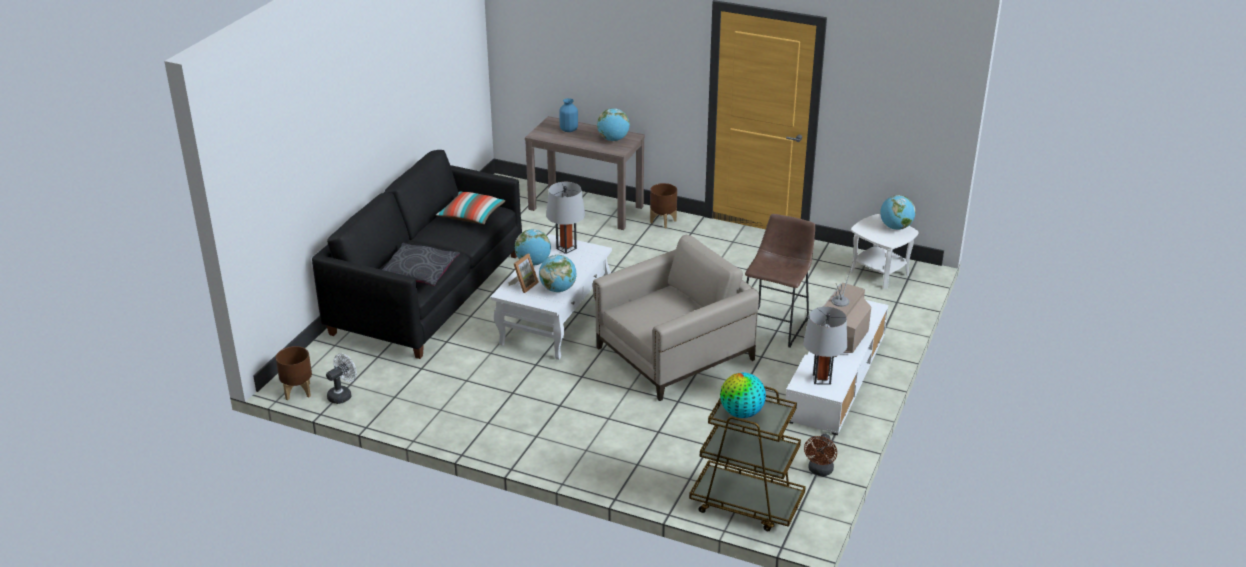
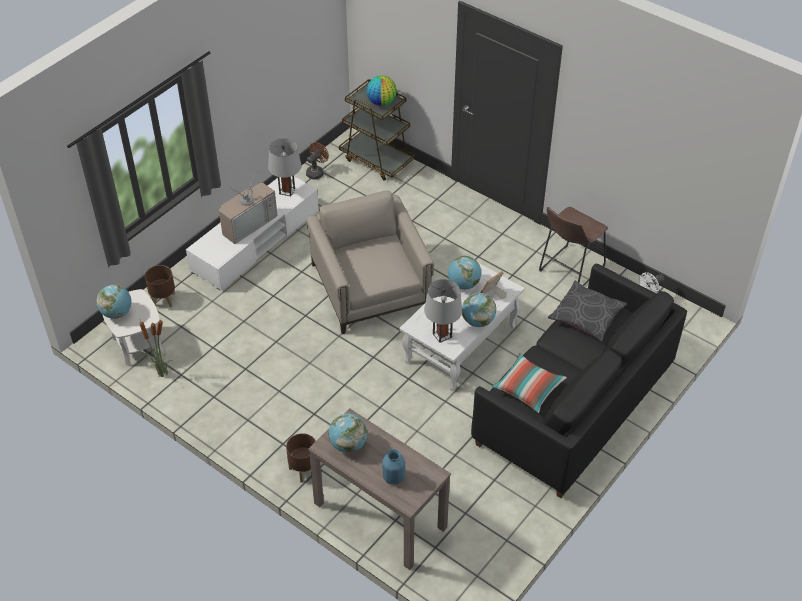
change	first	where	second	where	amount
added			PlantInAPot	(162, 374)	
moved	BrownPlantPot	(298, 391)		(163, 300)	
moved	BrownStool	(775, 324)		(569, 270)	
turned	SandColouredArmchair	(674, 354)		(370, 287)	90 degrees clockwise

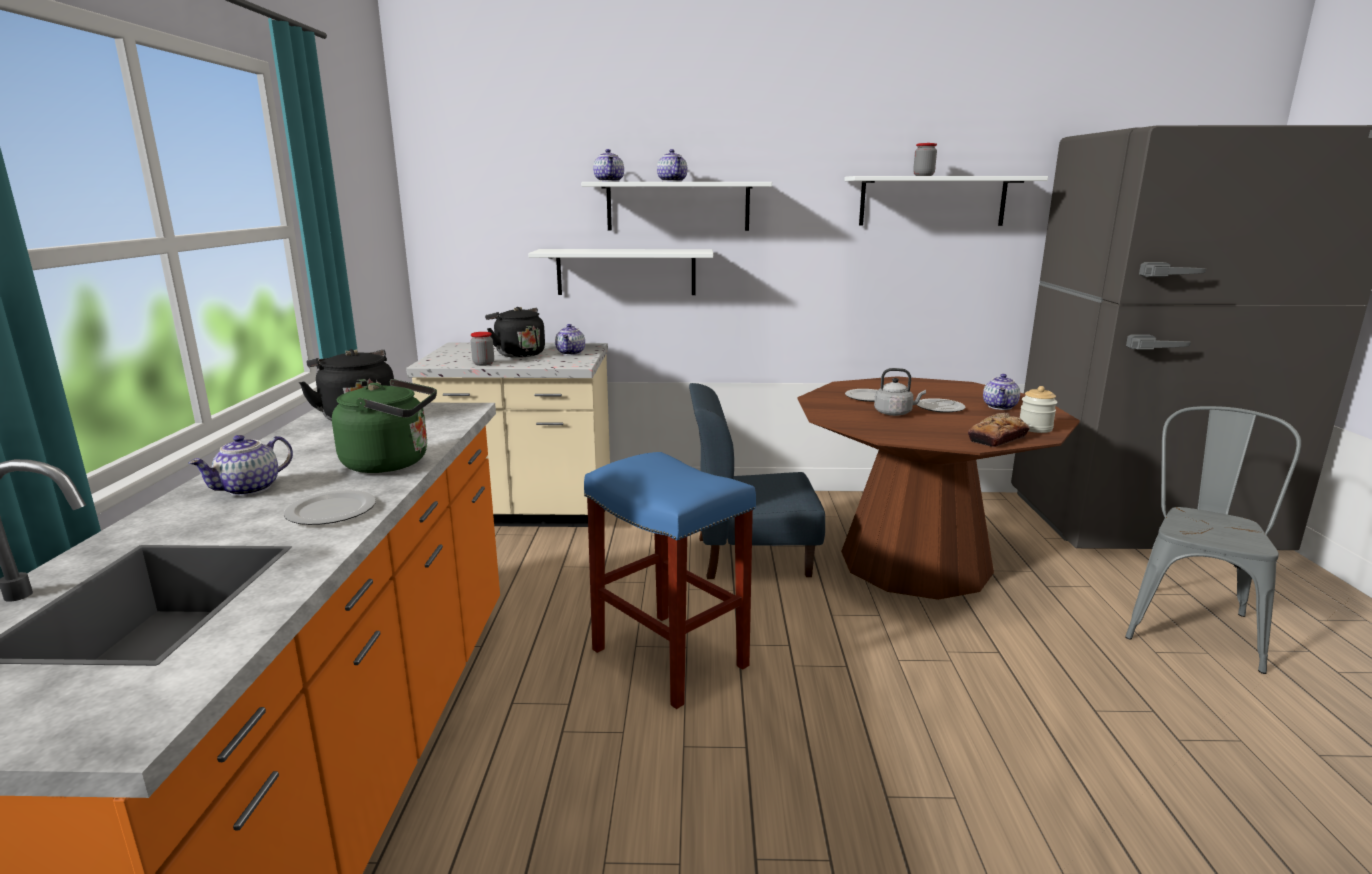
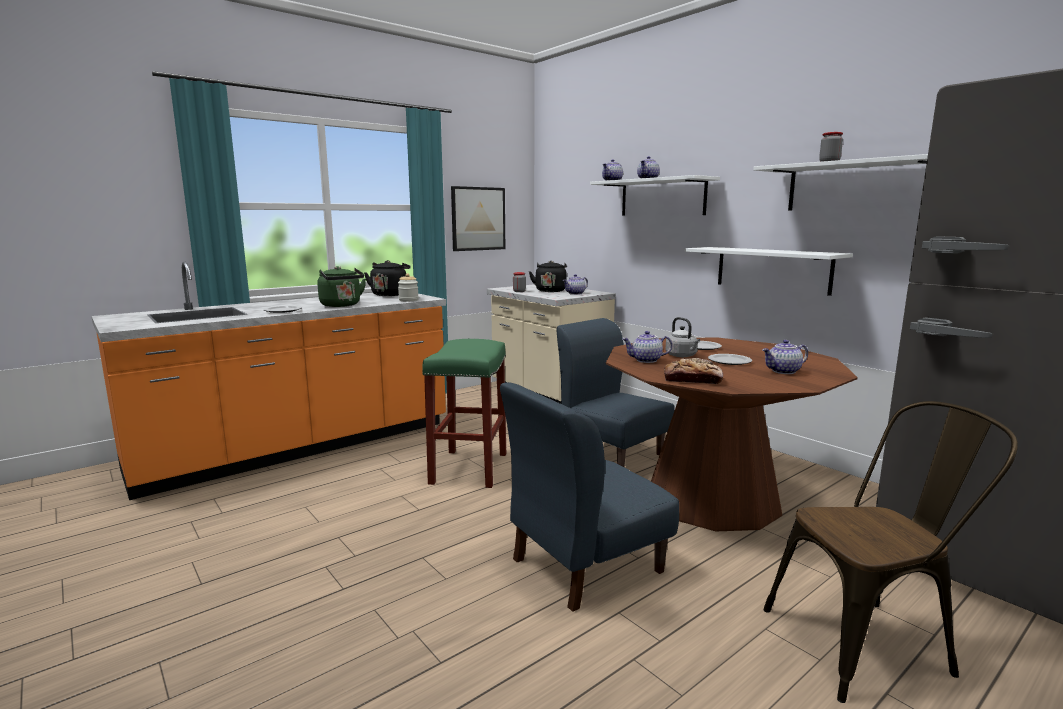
change	first	where	second	where	amount
added			WallPicture	(478, 219)	
added			BluishPlainChair	(585, 565)	
moved	TeaPot	(249, 489)		(646, 360)	
moved	WhiteColouredShelf	(626, 272)		(772, 269)	
moved	StorageJar	(1035, 428)		(408, 300)	
recoloured	BluishStool	(671, 658)	GreenColouredStool	(469, 469)	
recoloured	GreyPlainChair	(1191, 622)	BrownPlainChair	(869, 642)	

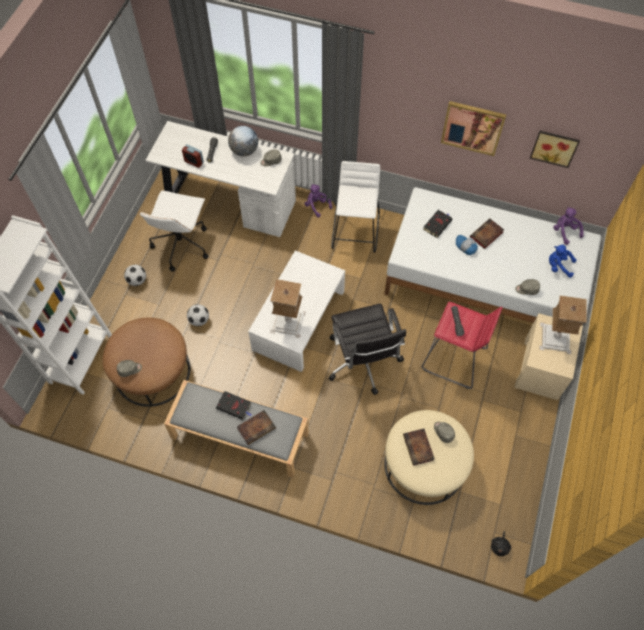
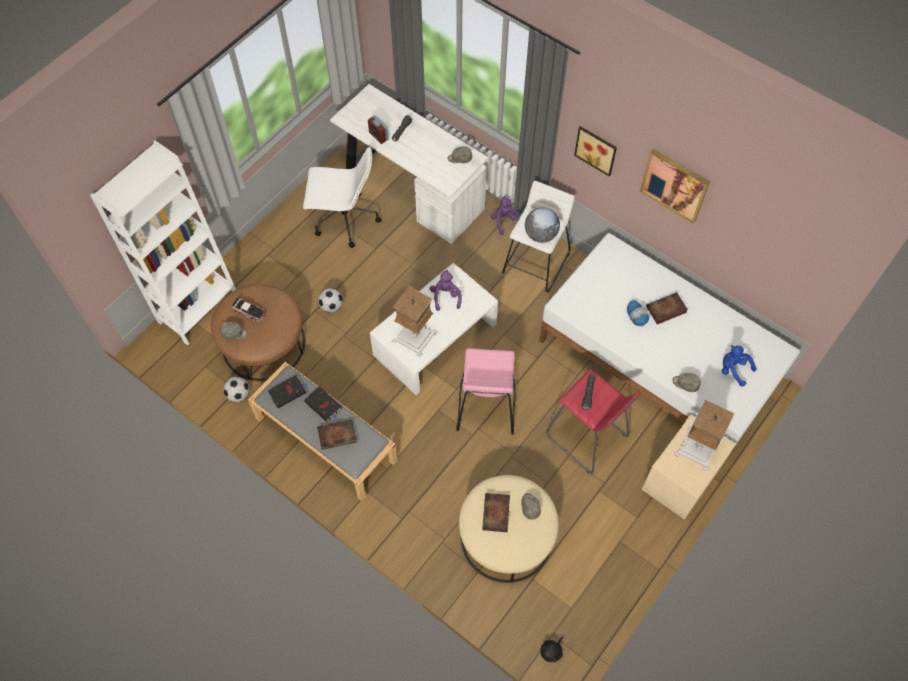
change	first	where	second	where	amount
added			MiniatureCar	(249, 311)	
moved	BallForFootball	(137, 280)		(238, 394)	
moved	Globe	(244, 151)		(540, 234)	
moved	BlackishBook	(437, 224)		(288, 392)	
moved	WallPicture	(554, 147)		(596, 149)	
moved	PurplishPlushToy	(565, 231)		(445, 296)	
replaced	BlackishOfficeChair	(363, 362)	PinkColouredStool	(485, 406)	
turned	WhiteColouredOfficeChair	(181, 244)		(344, 220)	120 degrees counterclockwise

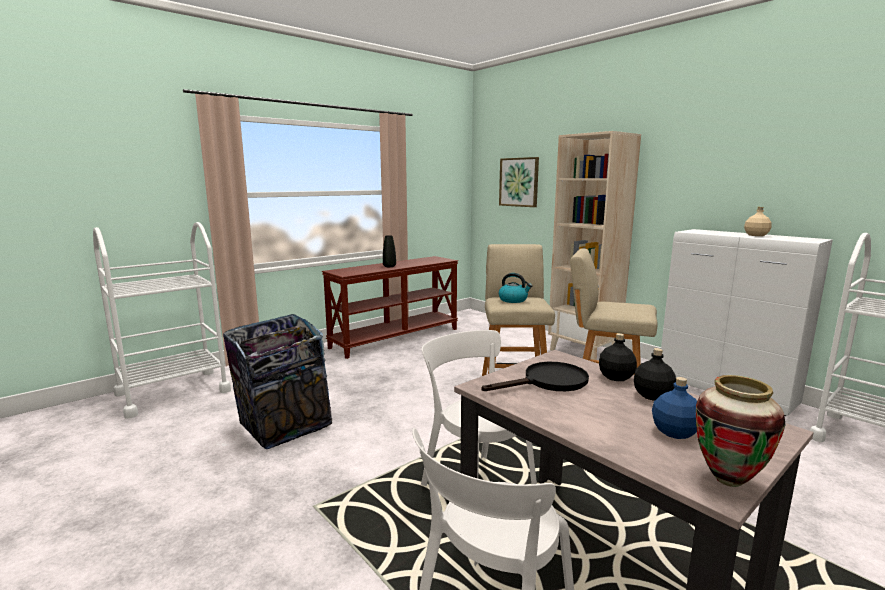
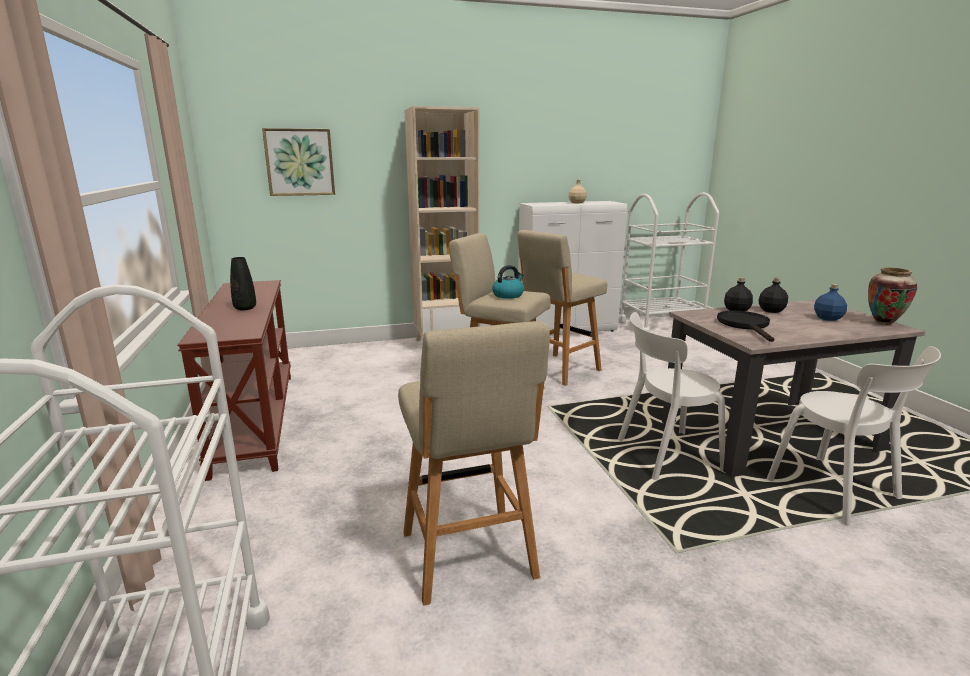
change	first	where	second	where	amount
replaced	TrashCan	(283, 427)	SandColouredStool	(469, 558)	

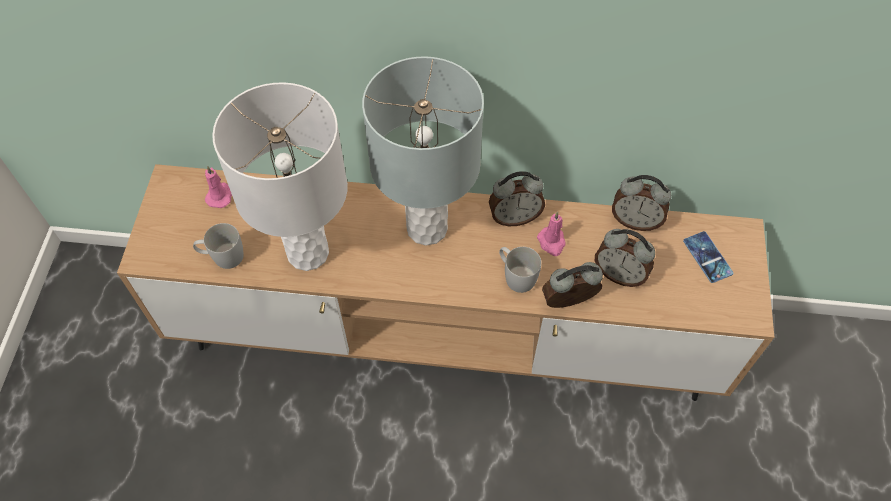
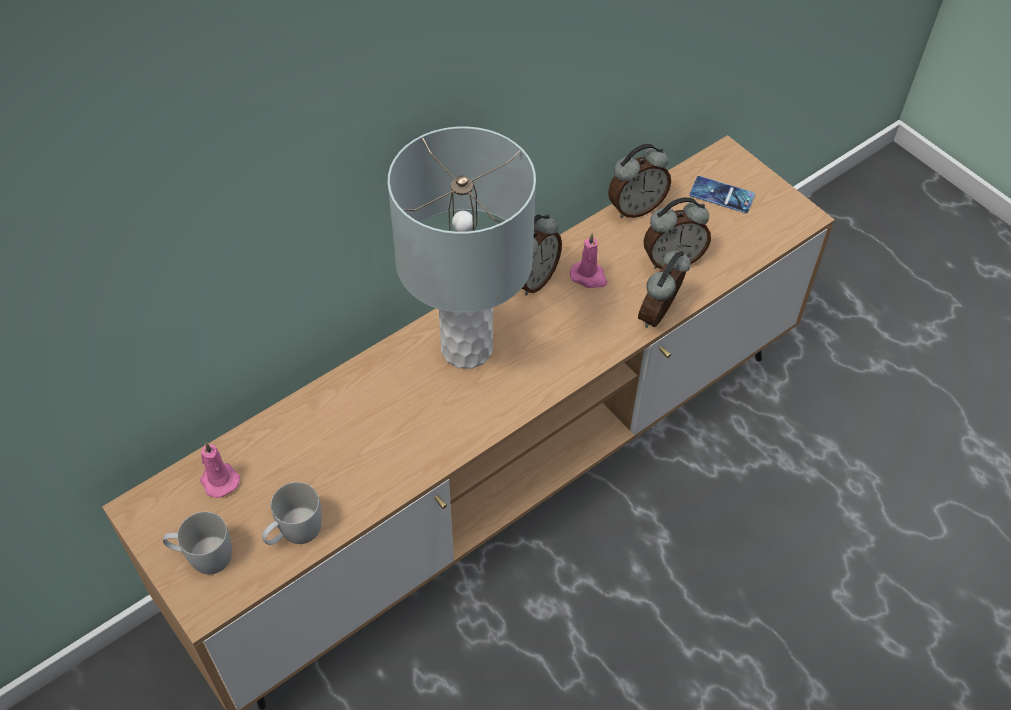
change	first	where	second	where	amount
removed	WhiteColouredTableLamp	(308, 253)			
moved	WhiteColouredTeaMug	(515, 275)		(202, 556)	

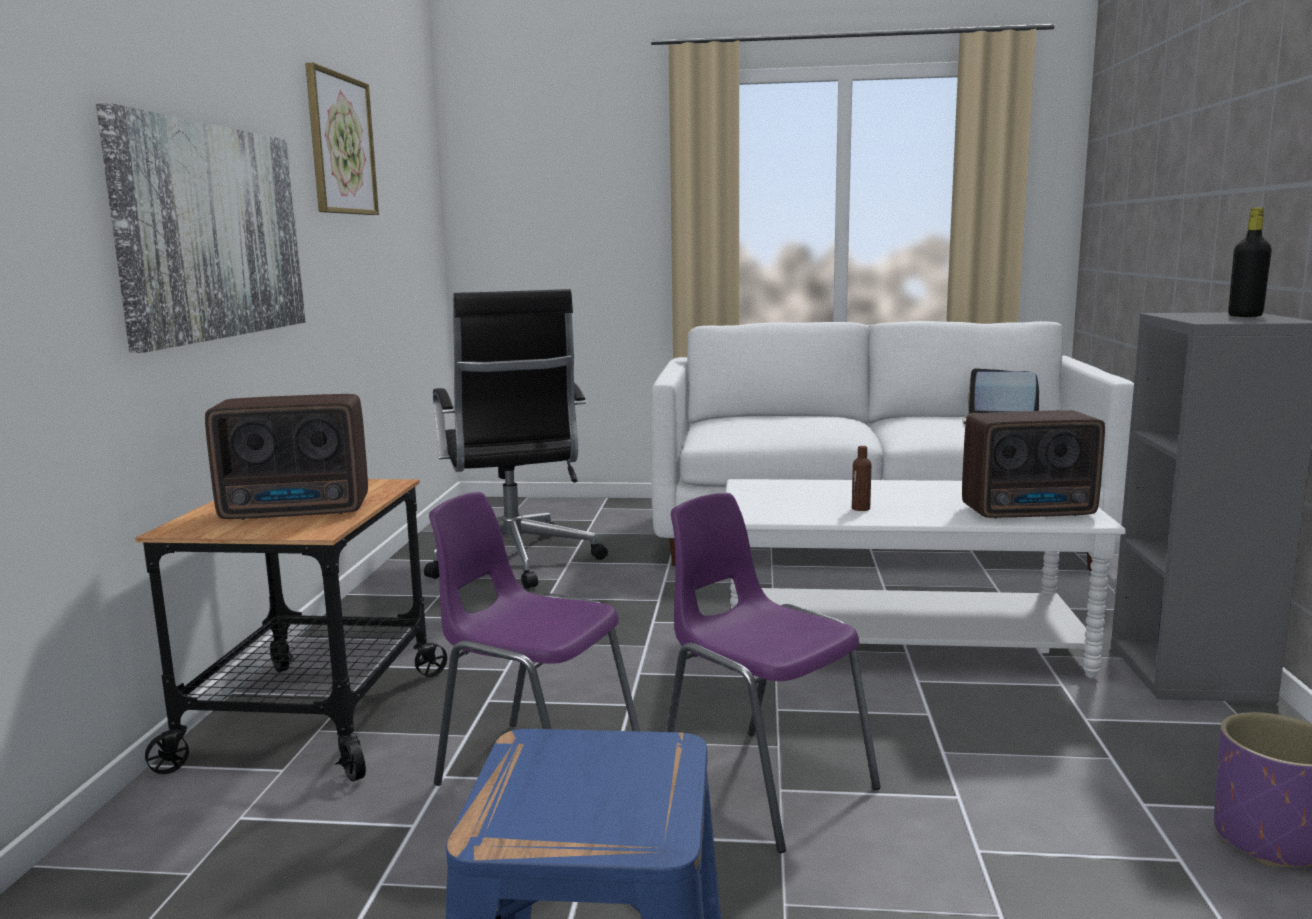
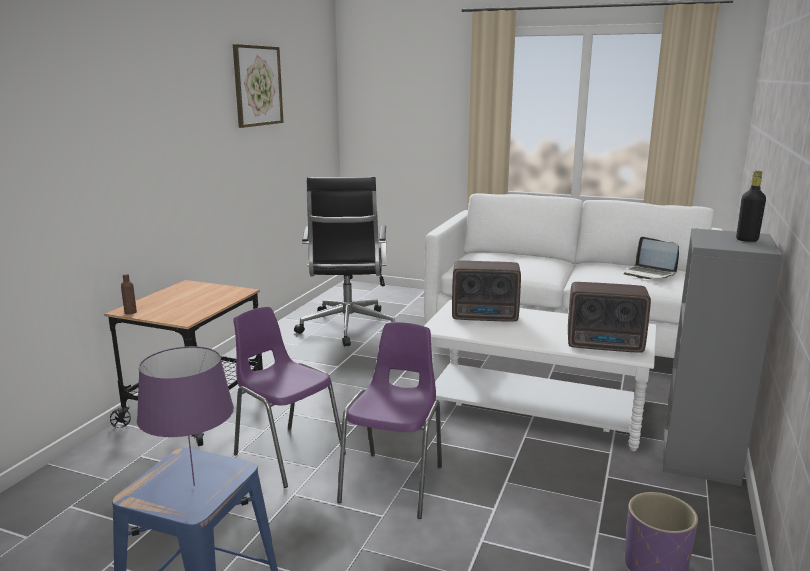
change	first	where	second	where	amount
removed	WallPicture	(213, 232)			
added			PurplishTableLamp	(195, 485)	
moved	Radio	(299, 511)		(486, 317)	
moved	BrownBeverageBottle	(860, 508)		(130, 312)	
turned	PurplishPlainChair	(762, 783)		(394, 482)	45 degrees clockwise

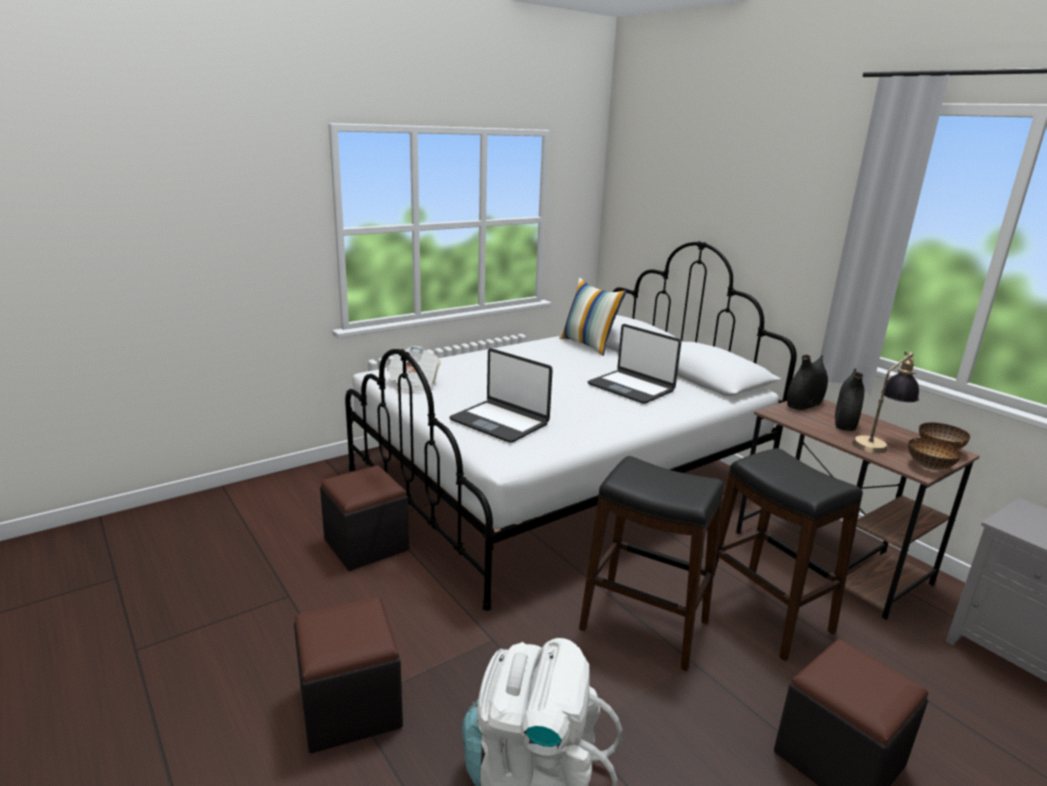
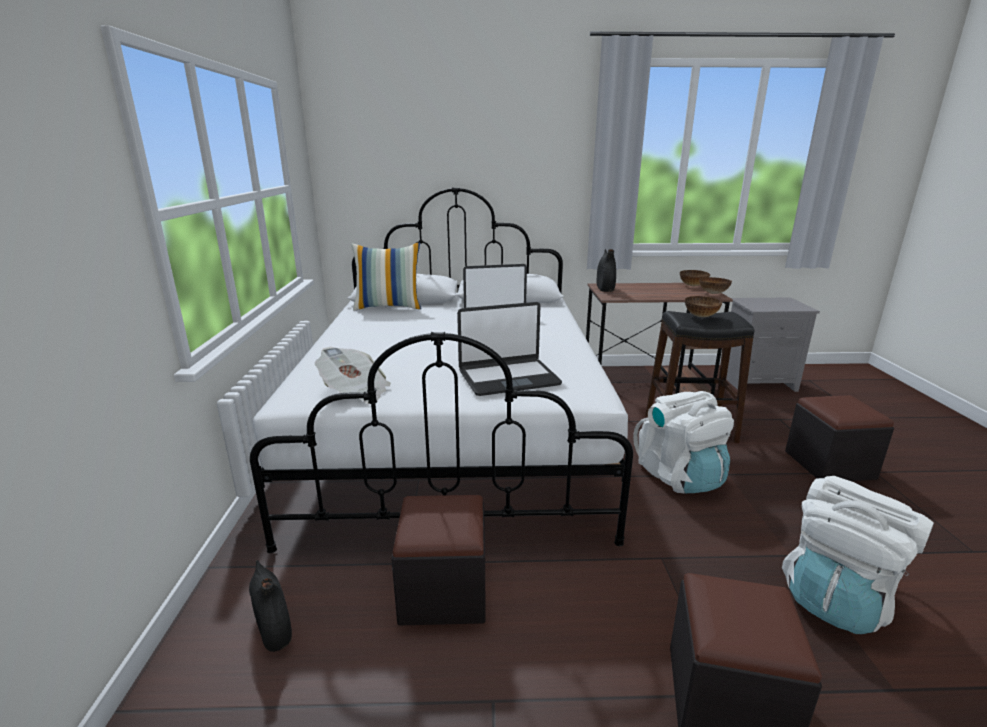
change	first	where	second	where	amount
removed	TableLamp	(879, 443)			
added			Bowl	(700, 316)	
moved	BlackishFlowerVase	(845, 423)		(274, 628)	
replaced	BlackishStool	(645, 625)	WhiteColouredKnapsack	(679, 476)	

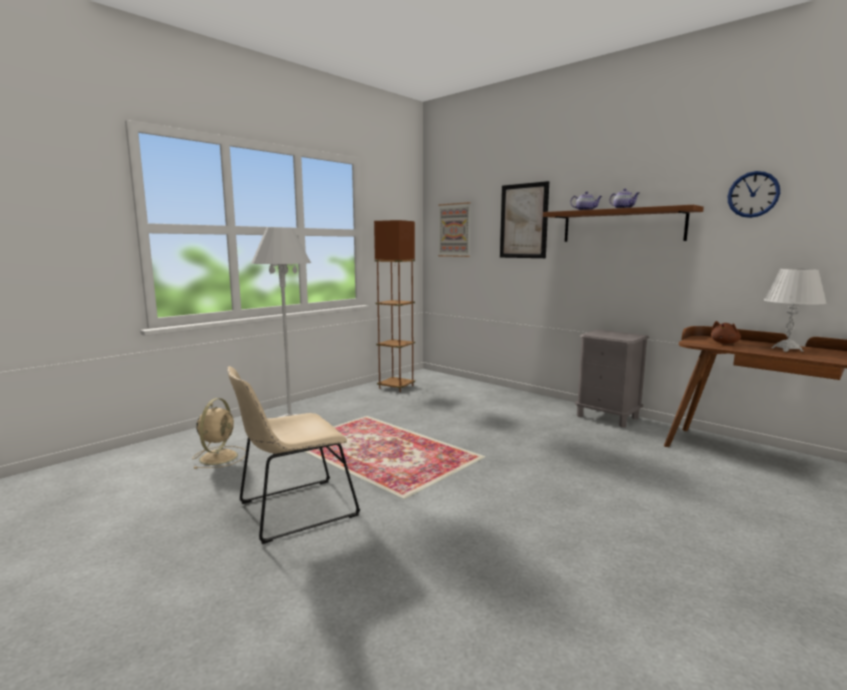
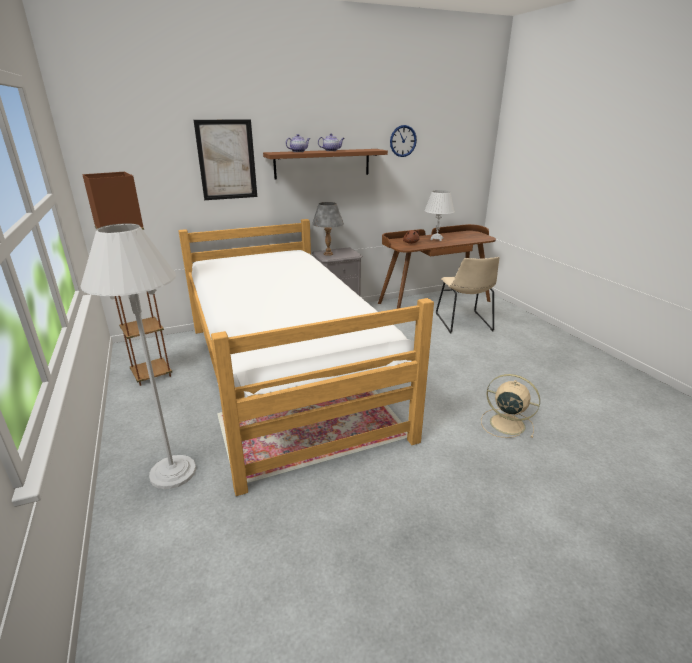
change	first	where	second	where	amount
removed	WallPicture	(454, 230)			
added			Bed	(285, 375)	
added			GreyTableLamp	(328, 254)	
moved	SandColouredCoolingFan	(219, 456)		(505, 423)	
moved	SandColouredPlainChair	(292, 510)		(464, 323)	

